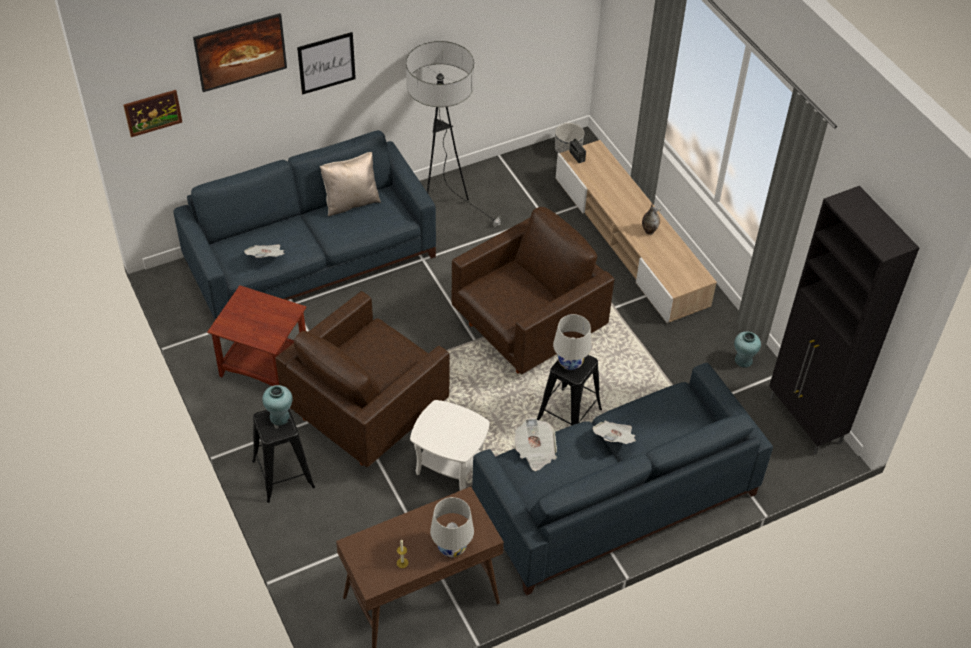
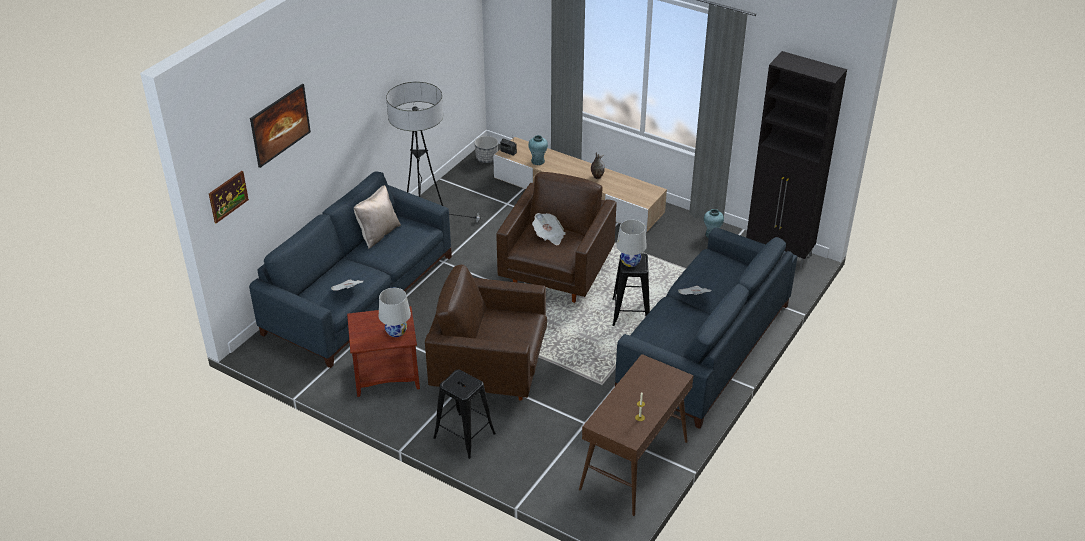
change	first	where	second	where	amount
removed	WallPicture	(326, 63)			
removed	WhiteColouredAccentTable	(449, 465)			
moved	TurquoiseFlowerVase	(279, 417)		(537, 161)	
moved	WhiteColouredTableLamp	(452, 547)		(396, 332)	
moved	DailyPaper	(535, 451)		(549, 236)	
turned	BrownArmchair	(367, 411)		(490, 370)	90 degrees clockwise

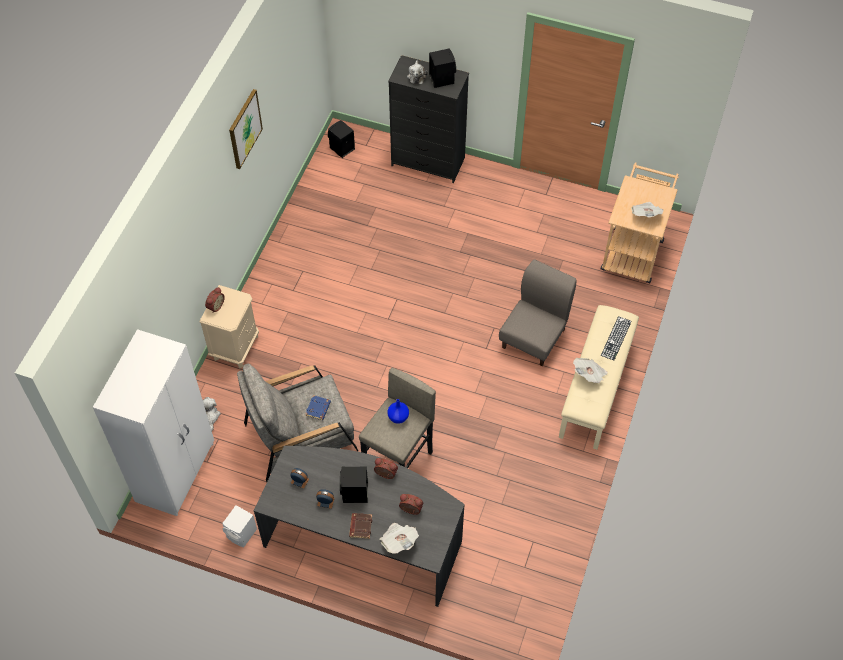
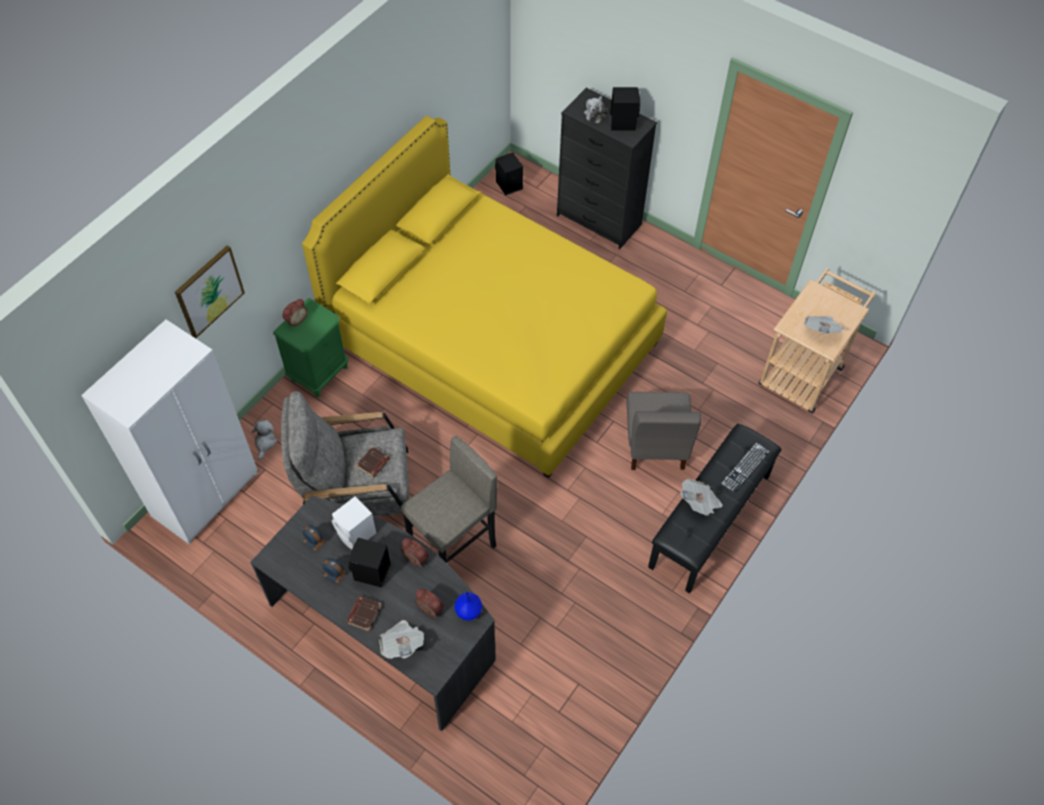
change	first	where	second	where	amount
added			YellowBed	(492, 343)	
moved	WhiteColouredAudioSpeaker	(242, 534)		(357, 534)	
moved	WallPicture	(244, 128)		(209, 291)	
moved	BluishFlowerVase	(398, 417)		(468, 611)	
recoloured	SandColouredNightTable	(235, 347)	GreenColouredNightTable	(319, 373)	
recoloured	BluishBook	(318, 409)	BrownBook	(373, 464)	
recoloured	SandColouredBench	(596, 389)	BlackishBench	(710, 521)	
turned	GreyPlainChair	(534, 338)		(656, 444)	135 degrees clockwise

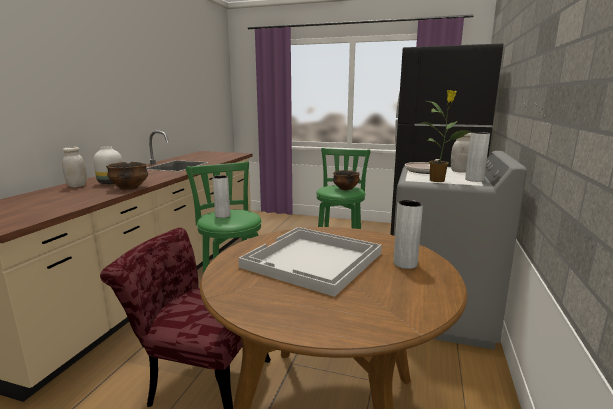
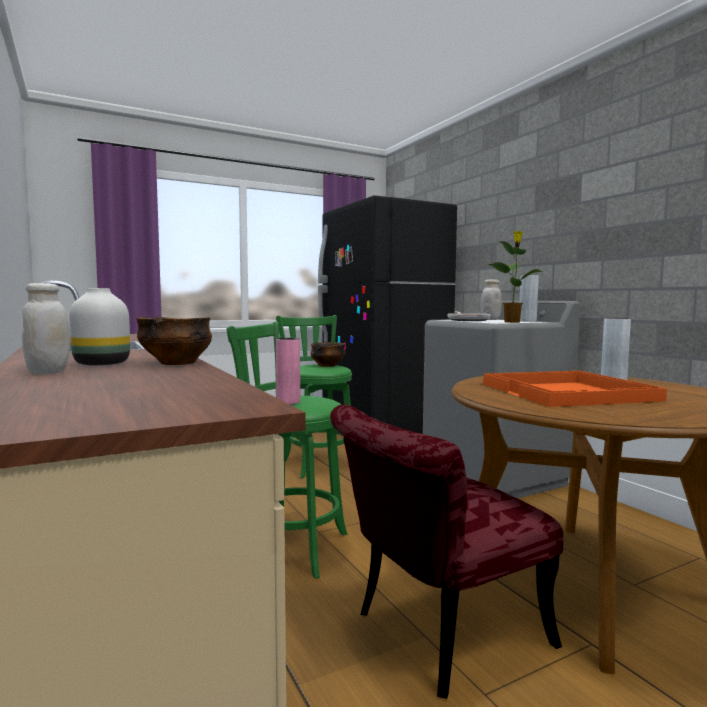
change	first	where	second	where	amount
recoloured	GreyFlowerVase	(222, 215)	PinkColouredFlowerVase	(288, 402)	
recoloured	WhiteColouredServingTray	(313, 261)	OrangeServingTray	(568, 392)	

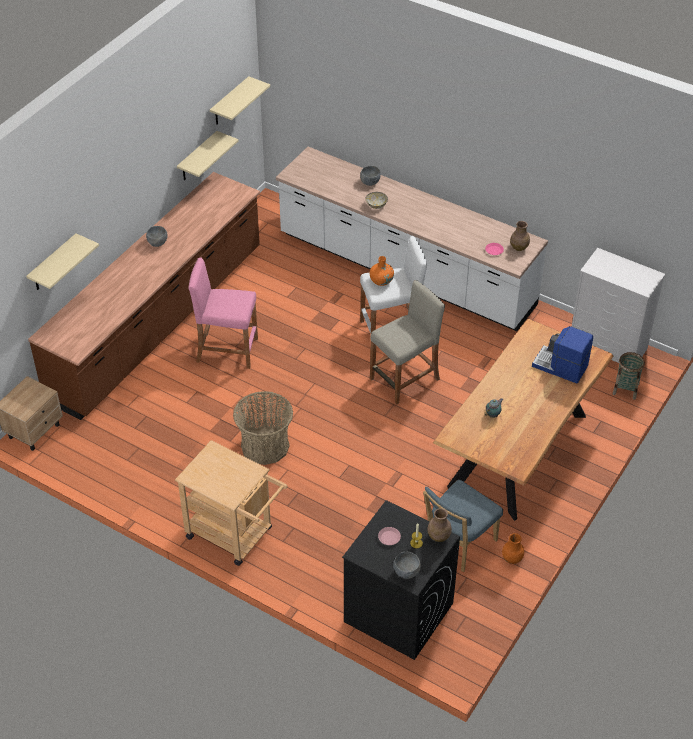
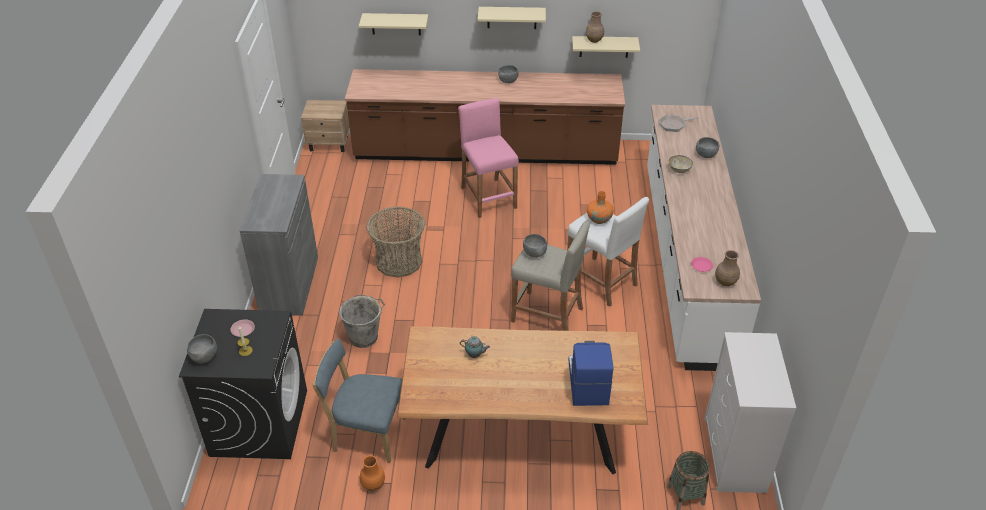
change	first	where	second	where	amount
added			GreyBucket	(365, 337)	
added			GreyBowl	(534, 254)	
added			Skillet	(674, 125)	
moved	SandColouredShelf	(230, 102)		(512, 17)	
moved	BrownFlowerVase	(439, 536)		(594, 40)	
replaced	SandColouredCart	(235, 535)	GreyCupboard	(289, 285)	

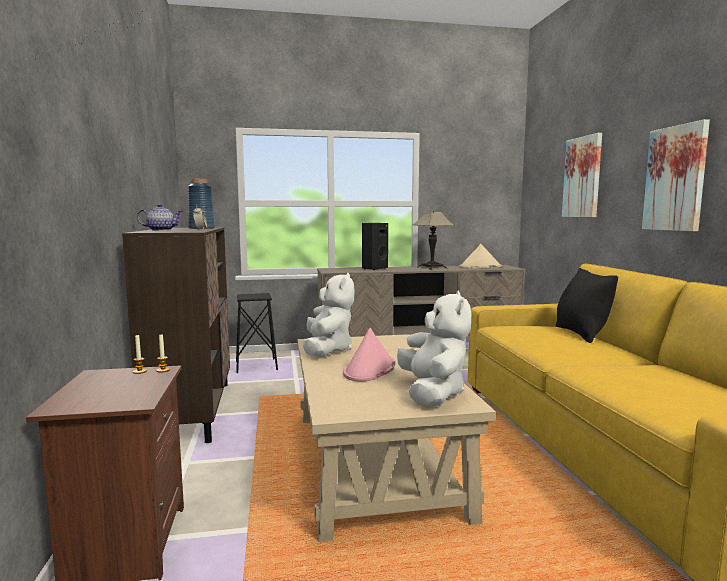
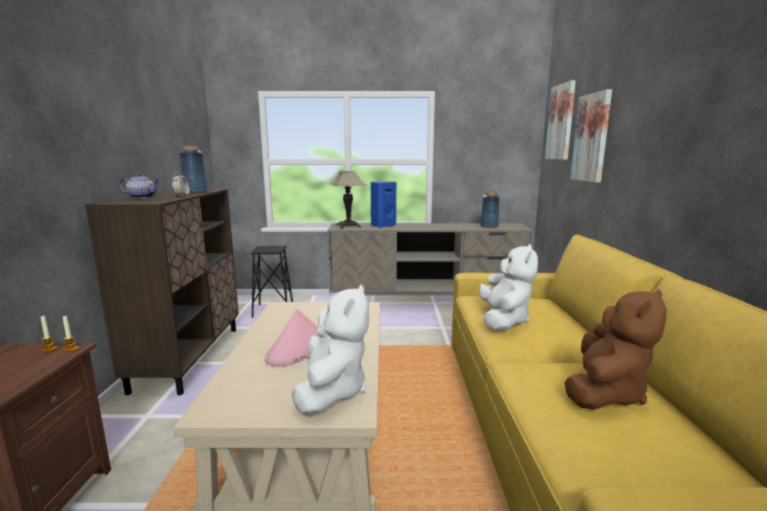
change	first	where	second	where	amount
removed	BlackishCushion	(581, 334)			
added			BrownPlushToy	(605, 393)	
moved	WhiteColouredPlushToy	(327, 350)		(503, 321)	
moved	TableLamp	(432, 267)		(348, 226)	
moved	WallPicture	(675, 178)		(561, 122)	
replaced	SandColouredClothingHat	(480, 267)	BluishFlowerVase	(489, 226)	
recoloured	BlackishAudioSpeaker	(374, 269)	BluishAudioSpeaker	(382, 225)	

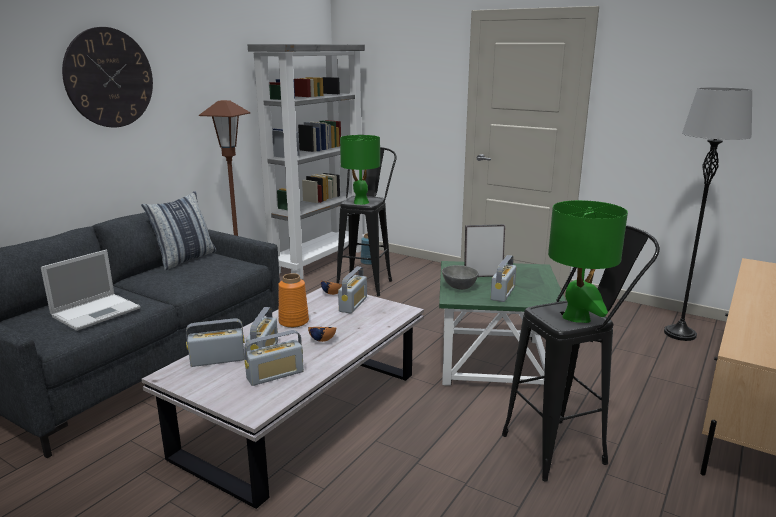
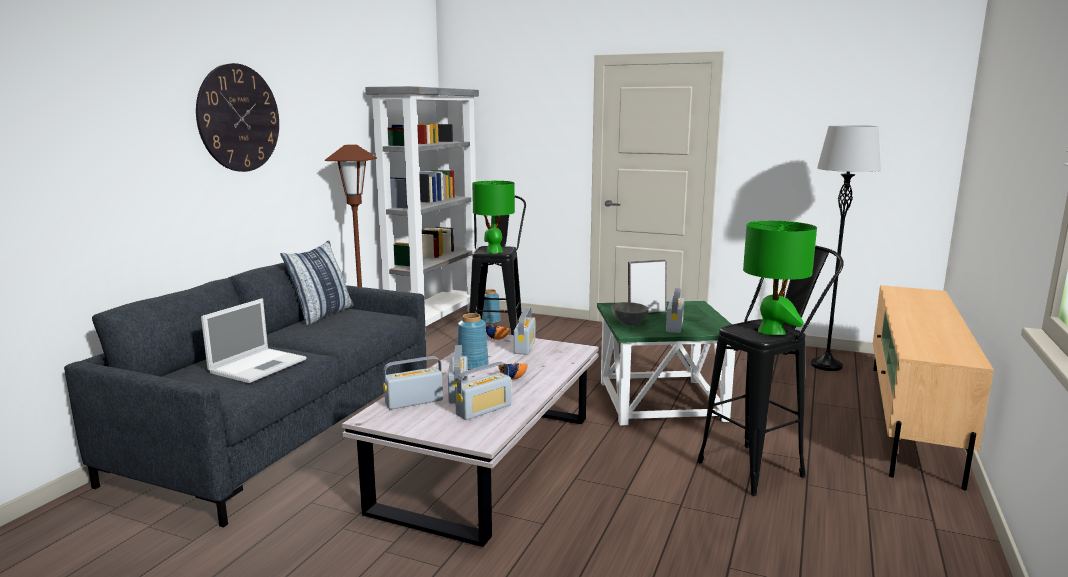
change	first	where	second	where	amount
recoloured	OrangeFlowerVase	(294, 322)	BluishFlowerVase	(473, 365)	

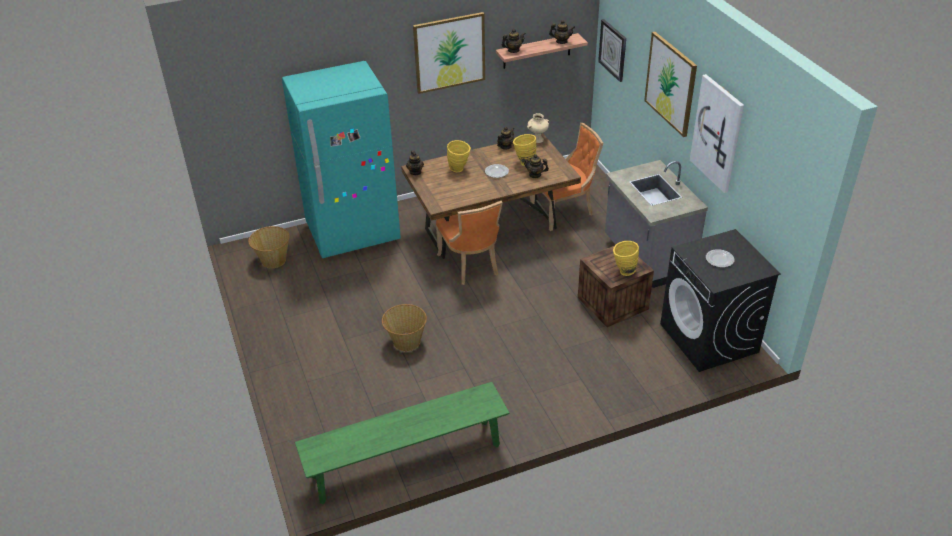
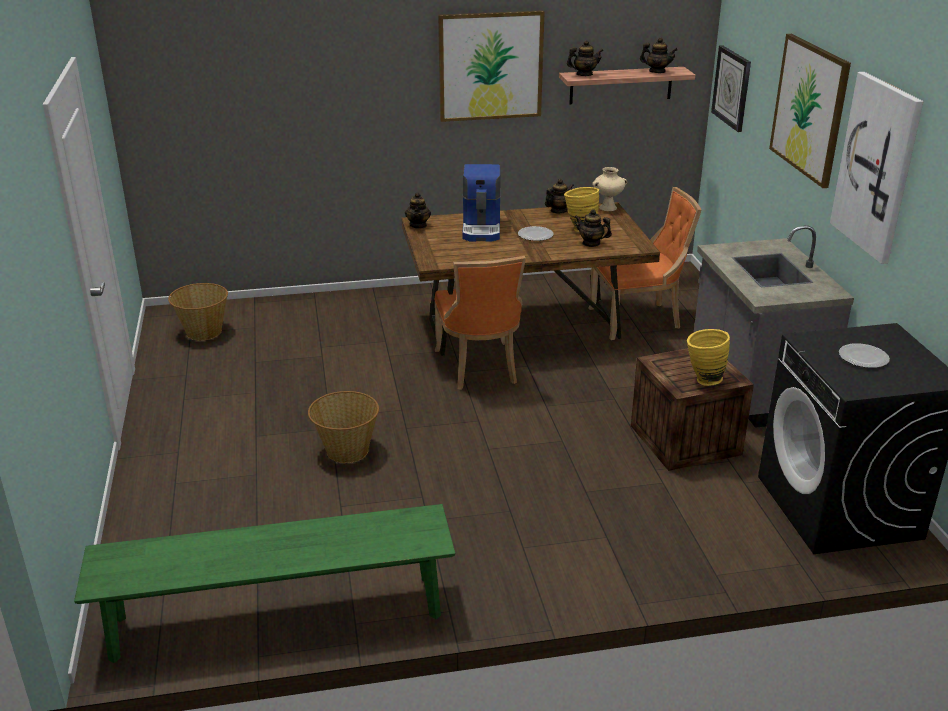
change	first	where	second	where	amount
removed	TurquoiseFridge	(353, 233)			
replaced	YellowFlowerVase	(459, 169)	CoffeeMachine	(482, 228)	

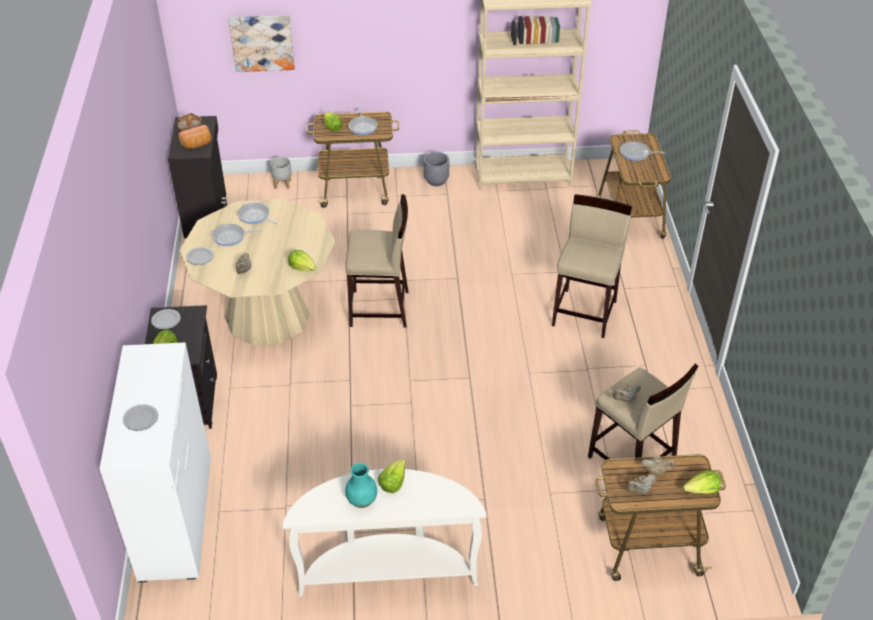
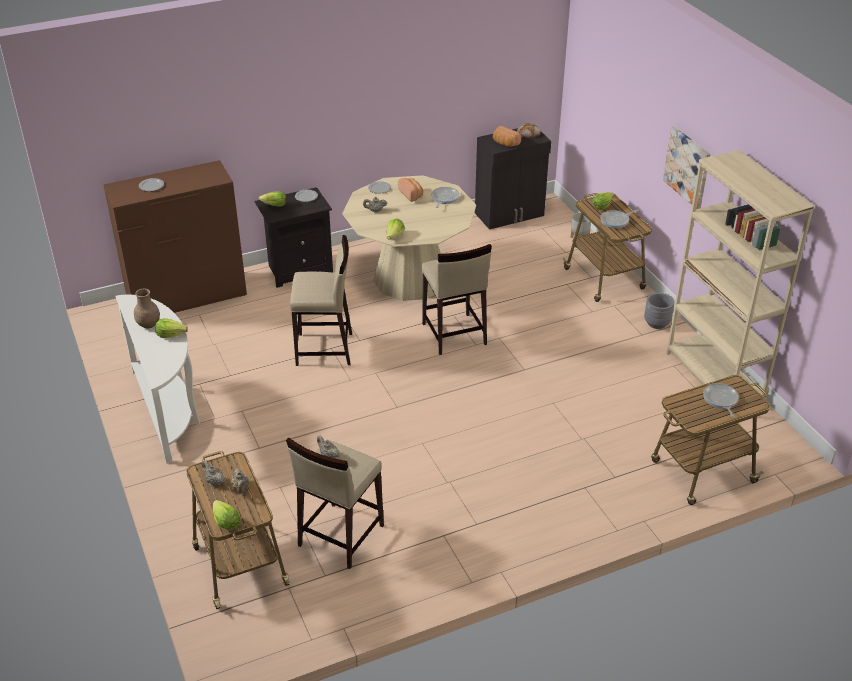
change	first	where	second	where	amount
moved	WallPicture	(262, 42)		(687, 167)	
moved	SandColouredStool	(585, 313)		(325, 349)	
replaced	Skillet	(231, 237)	BakeryBread	(411, 195)	
recoloured	WhiteColouredDrawerChest	(176, 517)	BrownDrawerChest	(187, 297)	
recoloured	TurquoiseFlowerVase	(362, 500)	BrownFlowerVase	(148, 324)	

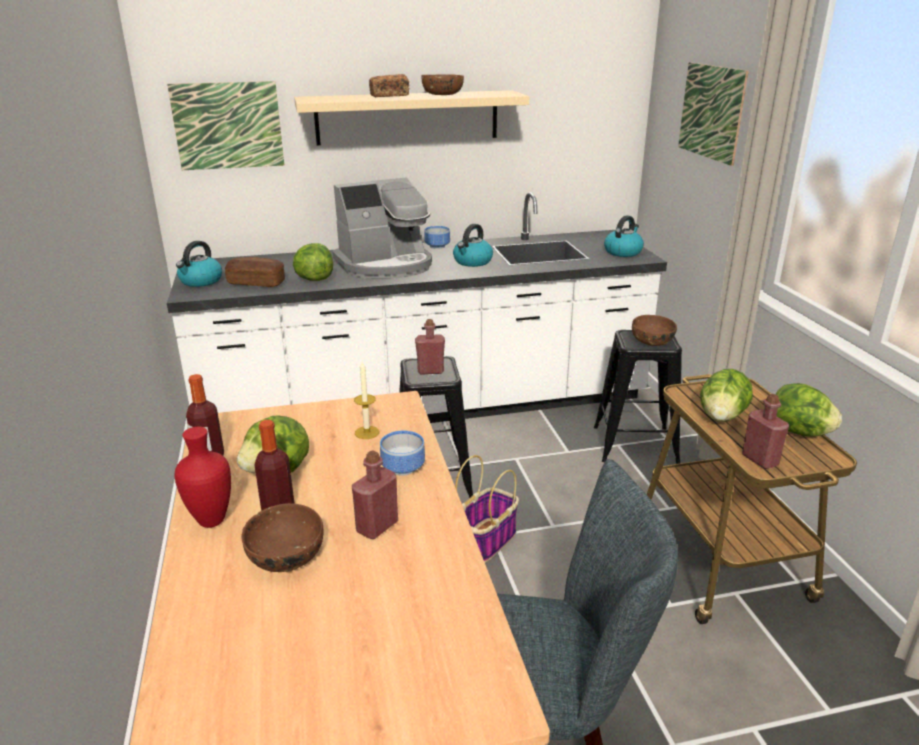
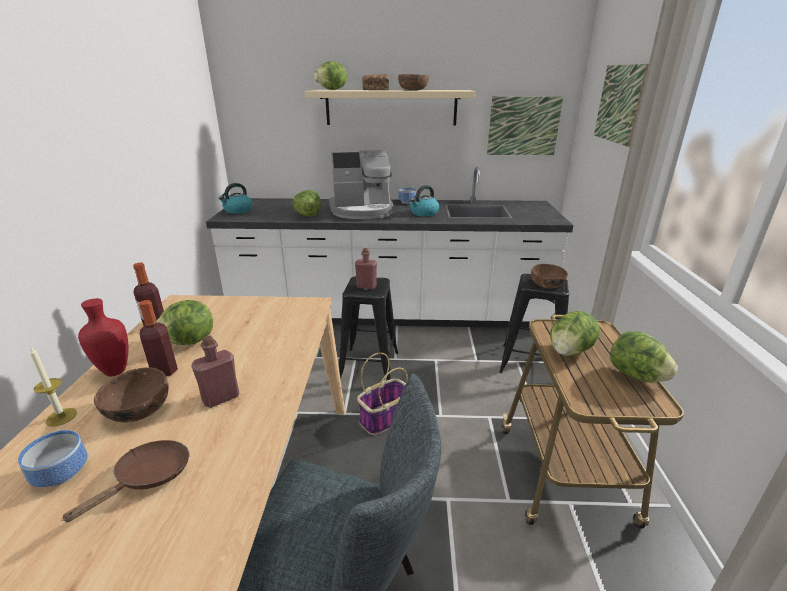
change	first	where	second	where	amount
removed	BakeryBread	(256, 283)			
removed	WaterKettle	(623, 252)			
removed	ReddishBeverageBottle	(760, 460)			
added			BrownSkillet	(148, 478)	
added			HeadOfLettuce	(332, 90)	
moved	WallPicture	(228, 126)		(523, 126)	
moved	WaxCandle	(367, 432)		(61, 417)	
moved	Bowl	(405, 468)		(63, 475)	

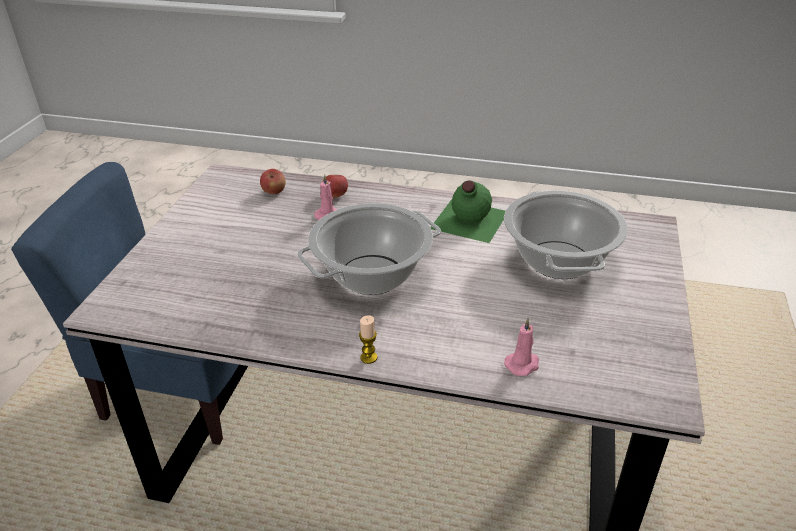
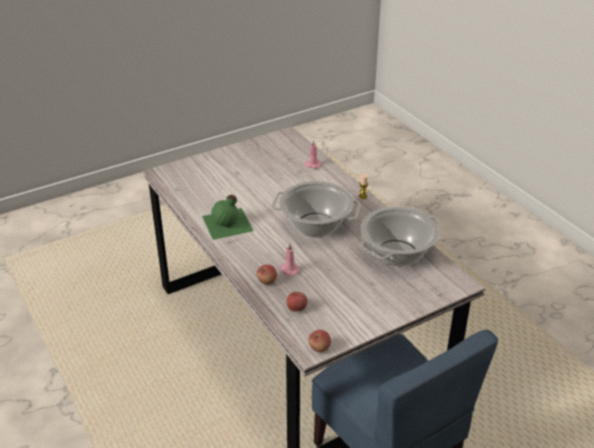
change	first	where	second	where	amount
added			Apple	(319, 348)	
moved	CookingPot	(559, 261)		(397, 253)	

